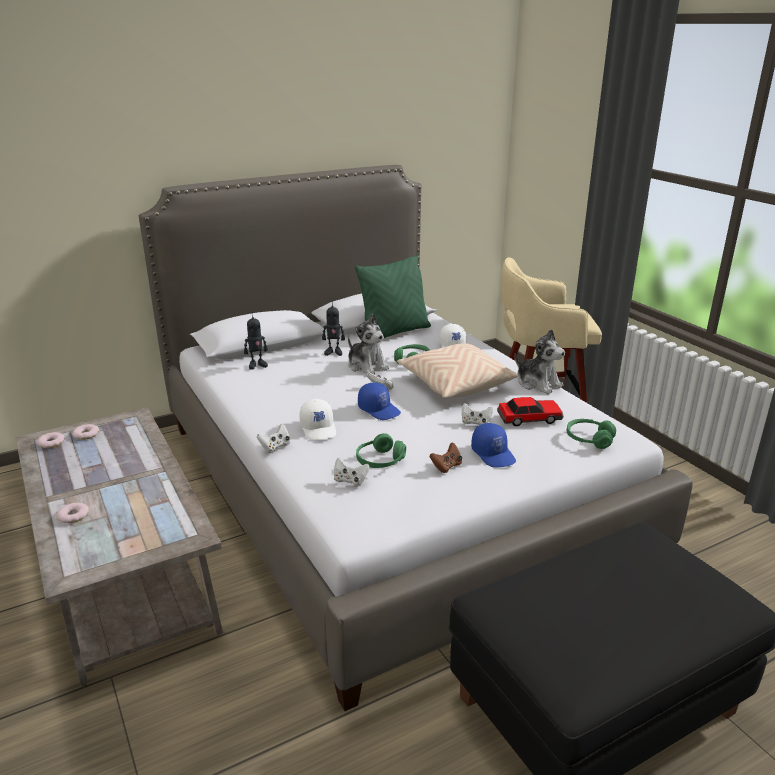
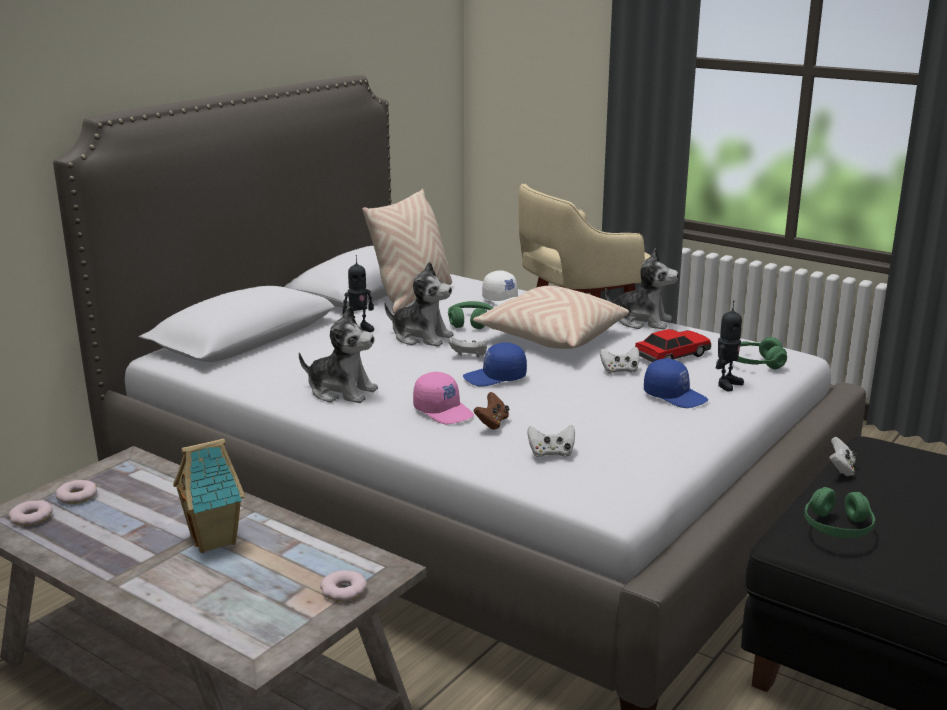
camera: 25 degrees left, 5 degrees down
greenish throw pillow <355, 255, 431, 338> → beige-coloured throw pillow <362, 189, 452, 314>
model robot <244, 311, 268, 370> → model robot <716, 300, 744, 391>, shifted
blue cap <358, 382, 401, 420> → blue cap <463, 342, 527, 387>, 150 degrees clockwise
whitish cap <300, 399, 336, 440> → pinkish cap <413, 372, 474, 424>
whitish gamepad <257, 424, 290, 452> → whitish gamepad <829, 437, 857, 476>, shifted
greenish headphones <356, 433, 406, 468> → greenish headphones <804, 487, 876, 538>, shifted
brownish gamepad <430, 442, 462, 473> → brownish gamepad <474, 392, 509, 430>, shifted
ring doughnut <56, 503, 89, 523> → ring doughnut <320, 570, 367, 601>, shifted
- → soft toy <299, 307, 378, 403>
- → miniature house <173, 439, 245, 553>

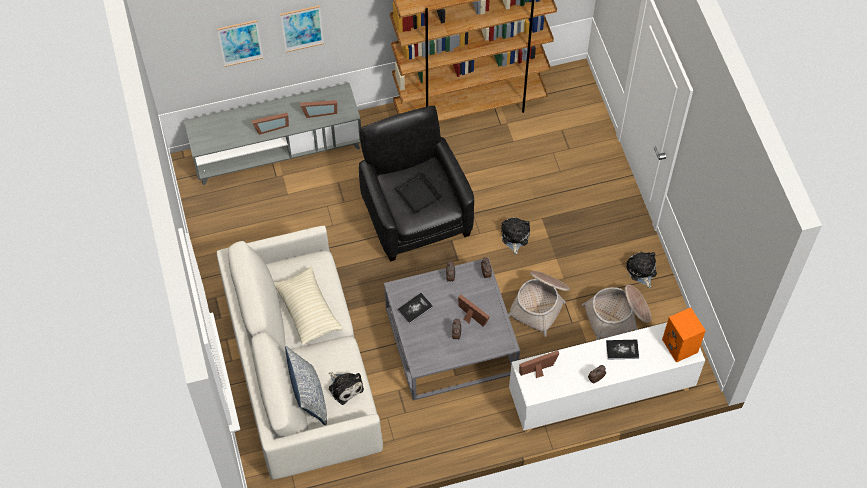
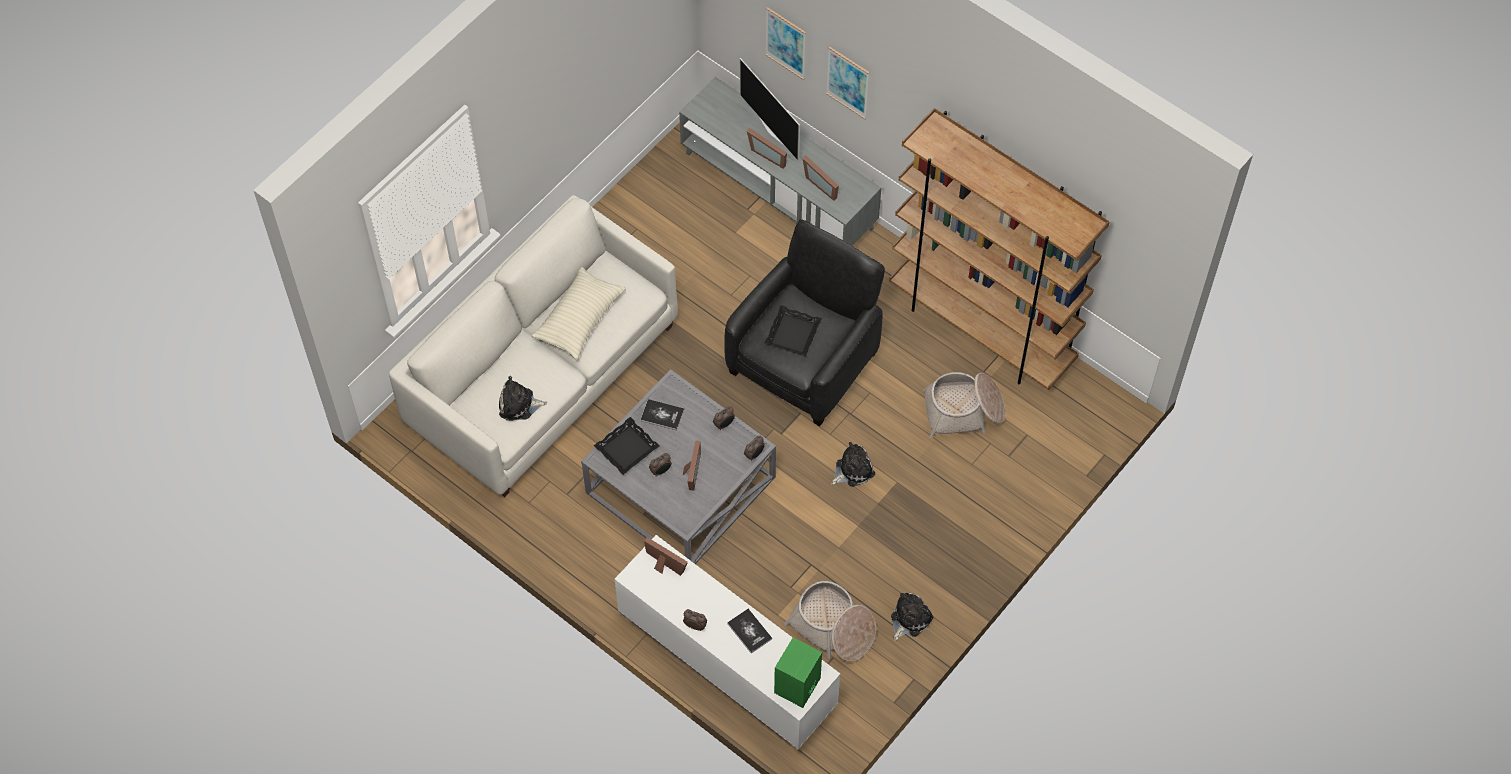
camera: 55 degrees right, 0 degrees up
household basket <508, 271, 570, 337> → household basket <923, 372, 1006, 438>, shifted
orange-coloured loudspeaker <662, 307, 706, 363> → greenish loudspeaker <774, 637, 822, 708>
throw pillow <285, 346, 327, 425> → -
soft toy <329, 372, 364, 405> → soft toy <499, 376, 547, 421>, 75 degrees clockwise
- → television <740, 58, 800, 161>
- → black-coloured serving tray <594, 417, 660, 475>

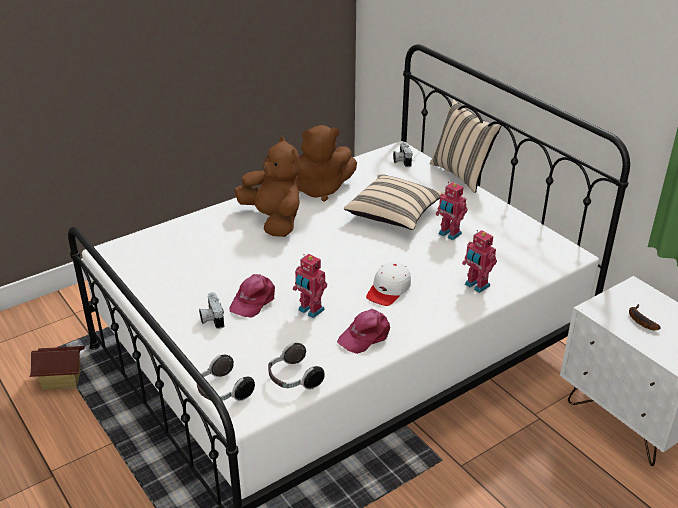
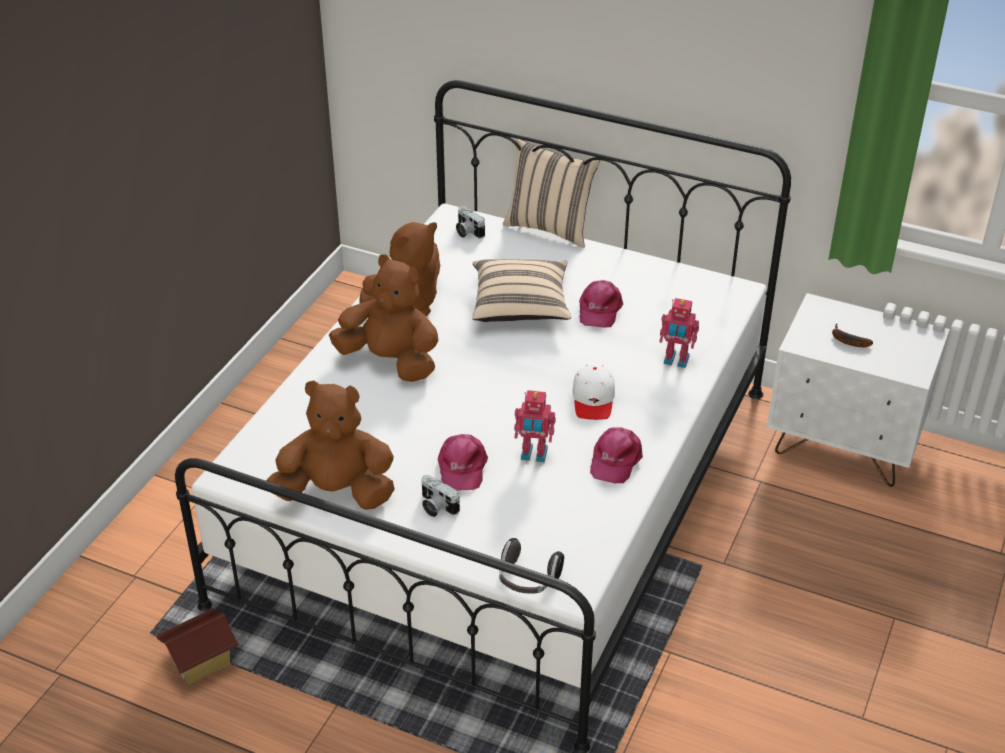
camera: 30 degrees left, 5 degrees up
model robot <436, 182, 468, 240> → pinkish cap <579, 280, 623, 328>
headphones <268, 343, 325, 390> → -
- → brownish soft toy <266, 380, 394, 510>

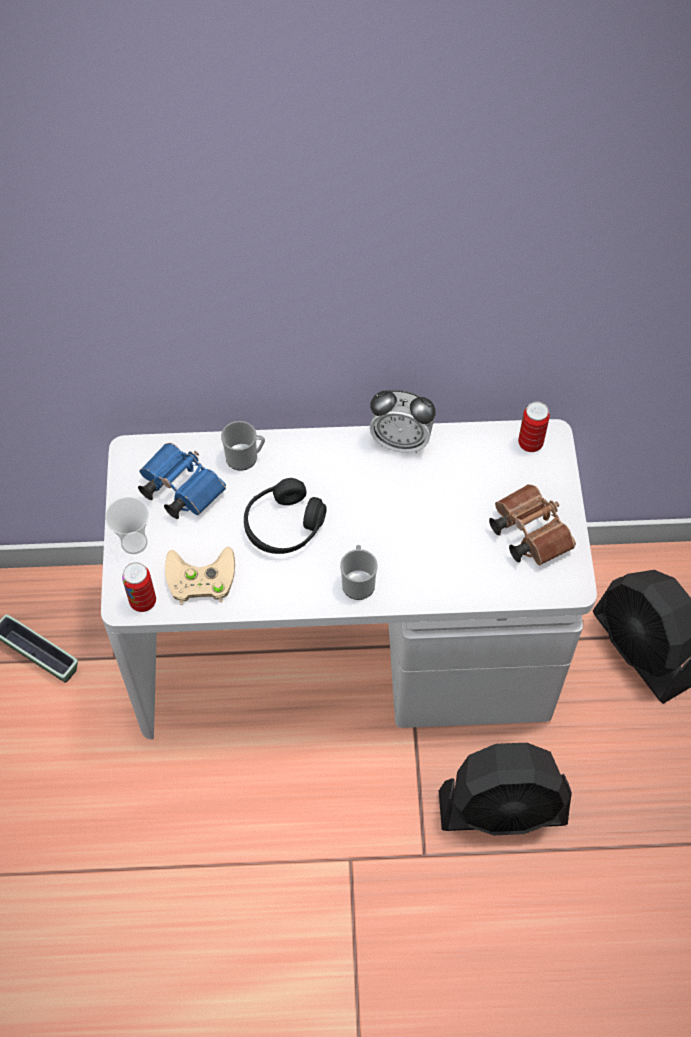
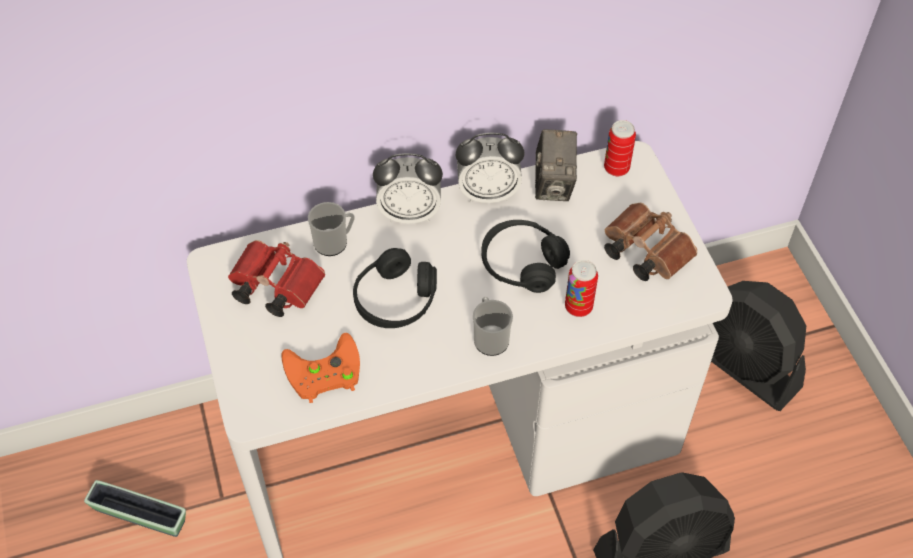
camera: 15 degrees left, 5 degrees down
blue binoculars <138, 443, 226, 519> → reddish binoculars <228, 240, 325, 317>
small cup <105, 497, 149, 554> → -
beige-coloured gamepad <165, 547, 235, 604> → orange-coloured gamepad <281, 333, 360, 403>
sealed can <122, 562, 156, 612> → sealed can <565, 260, 598, 317>, shifted
- → photo camera <535, 129, 577, 201>
- → table clock <373, 153, 443, 224>
- → black-coloured headphones <481, 220, 570, 293>

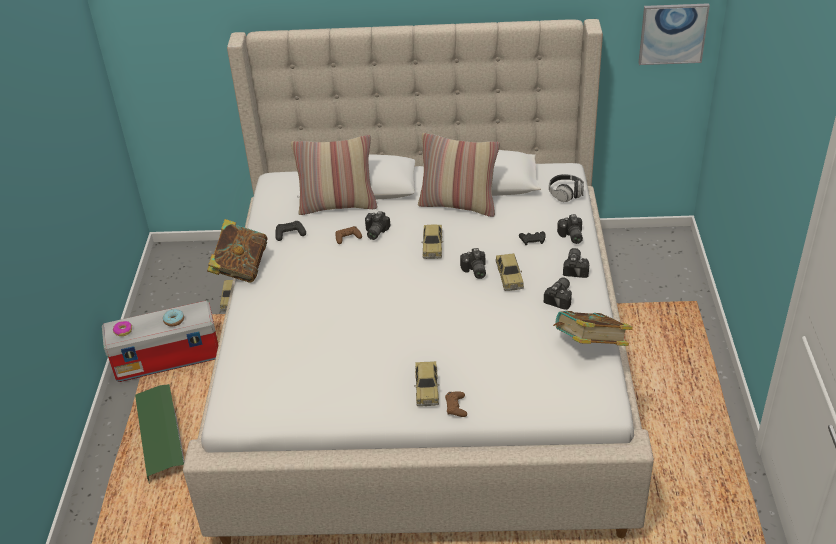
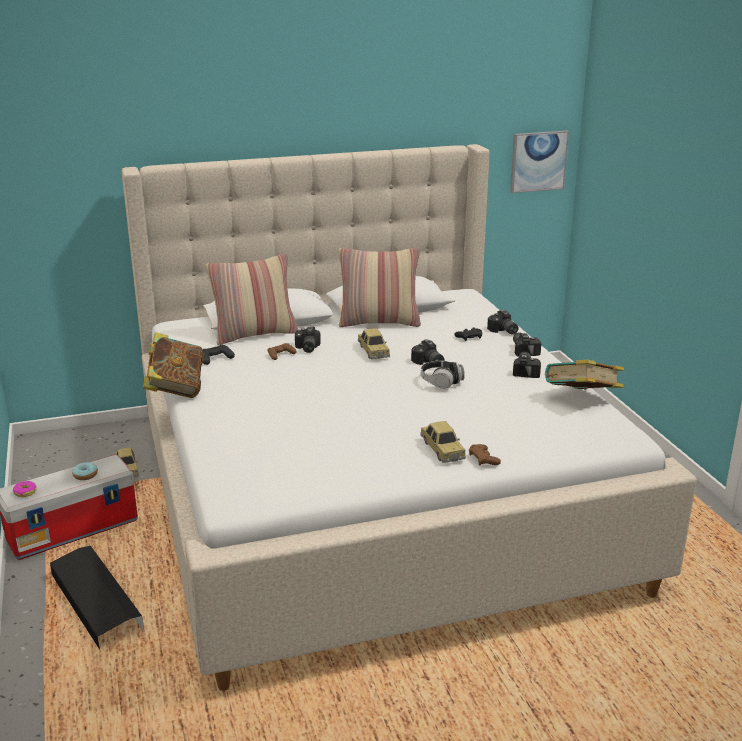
camera: 20 degrees left, 15 degrees down
headphones <549, 174, 584, 202> → headphones <421, 361, 465, 389>, shifted
toy car <495, 253, 524, 291> → -
greenish storage container <135, 384, 185, 484> → black-coloured storage container <50, 546, 144, 650>

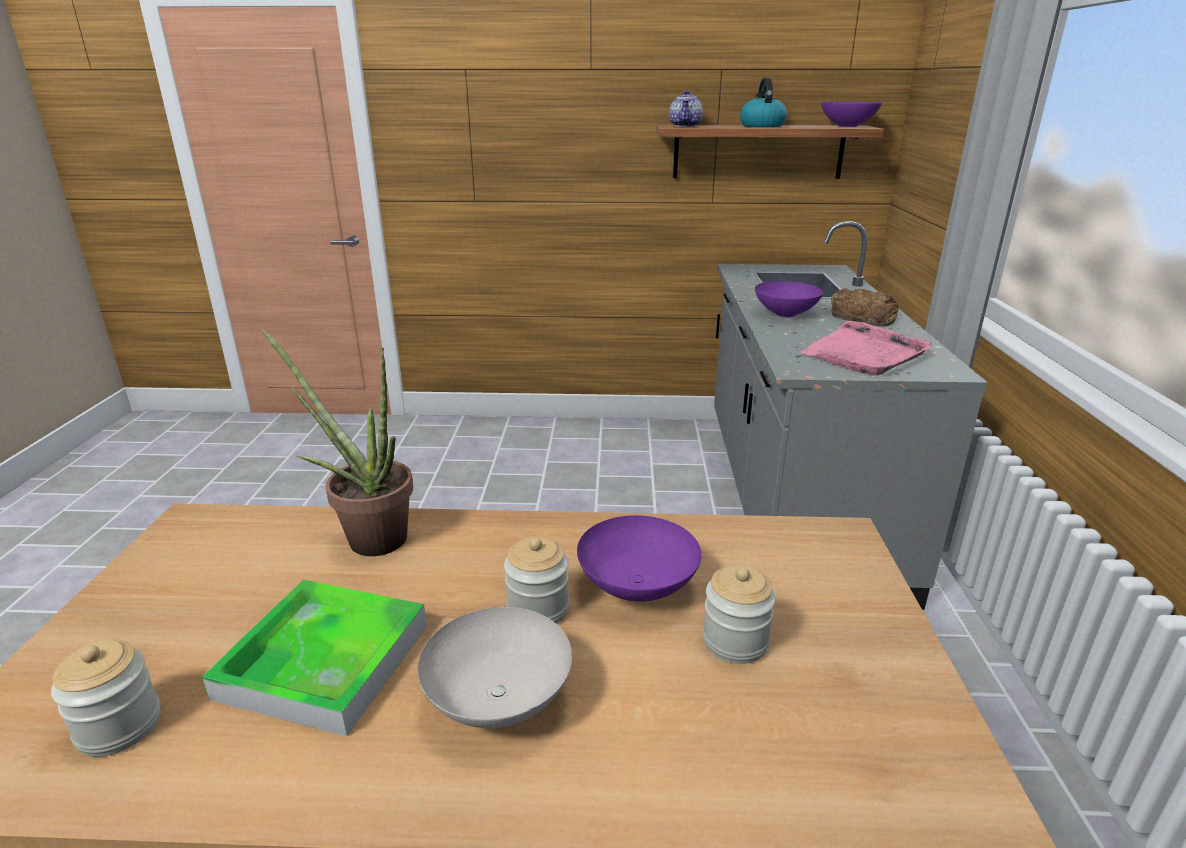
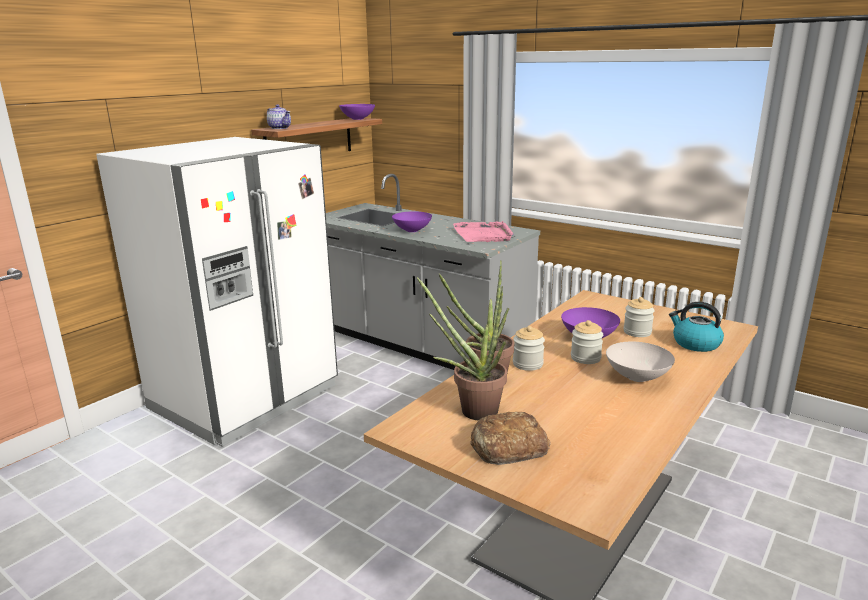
camera: 55 degrees left, 5 degrees down
kettle <740, 78, 787, 127> → kettle <669, 302, 724, 352>, shifted
bread <831, 288, 899, 327> → bread <470, 412, 550, 465>, shifted
serving tray <202, 580, 427, 736> → -
preserve jar <51, 640, 161, 757> → preserve jar <513, 326, 545, 371>, shifted
- → whitish kitchen fridge <96, 137, 338, 447>
- → plant in a pot <417, 277, 507, 421>

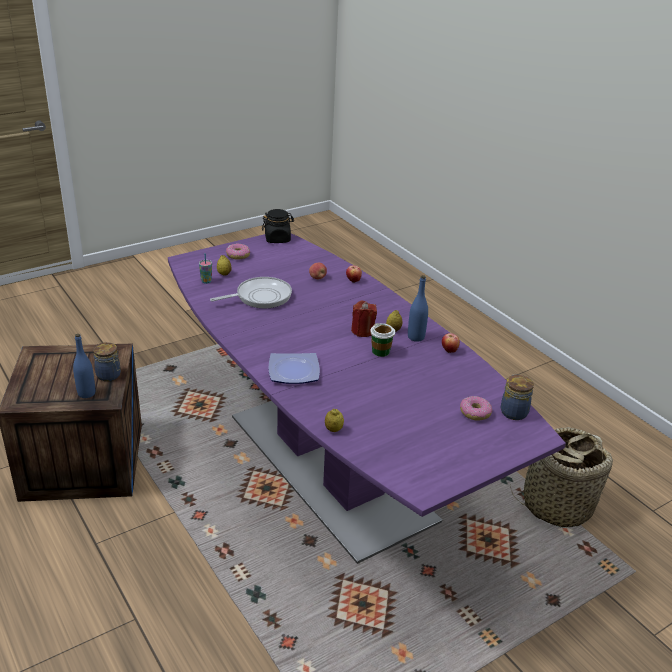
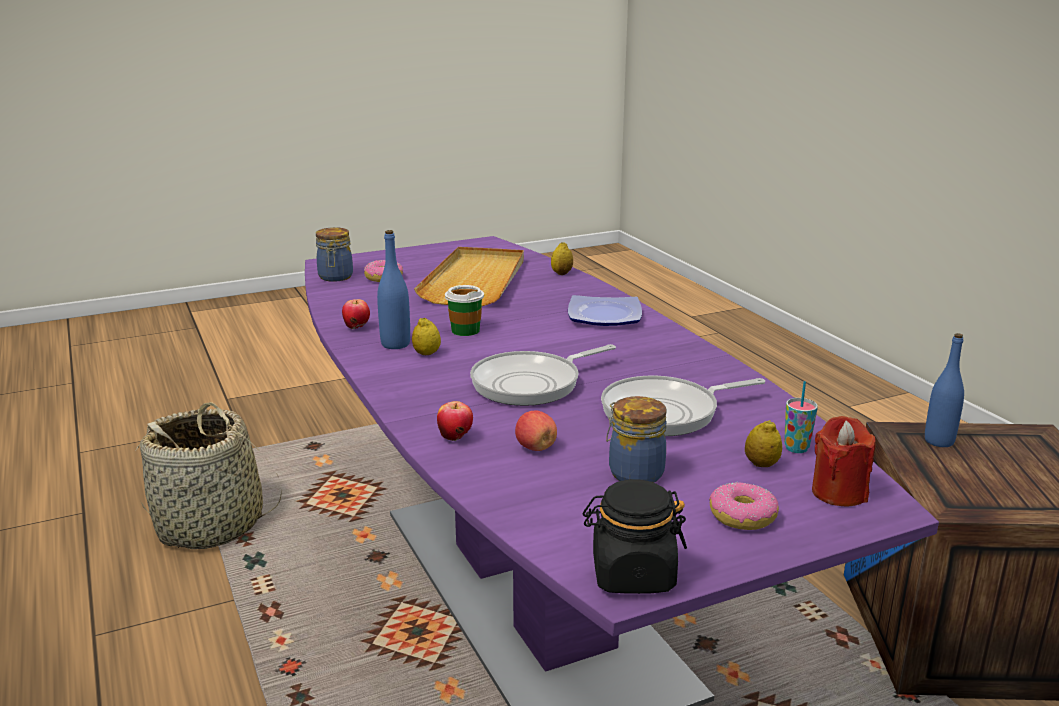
camera: 170 degrees left, 10 degrees down
reddish wax light <351, 301, 377, 337> → reddish wax light <812, 416, 876, 506>, shifted
preserve jar <93, 342, 121, 381> → preserve jar <606, 396, 667, 483>, shifted
- → beige-coloured serving tray <414, 247, 524, 306>
- → frying pan <470, 344, 616, 406>

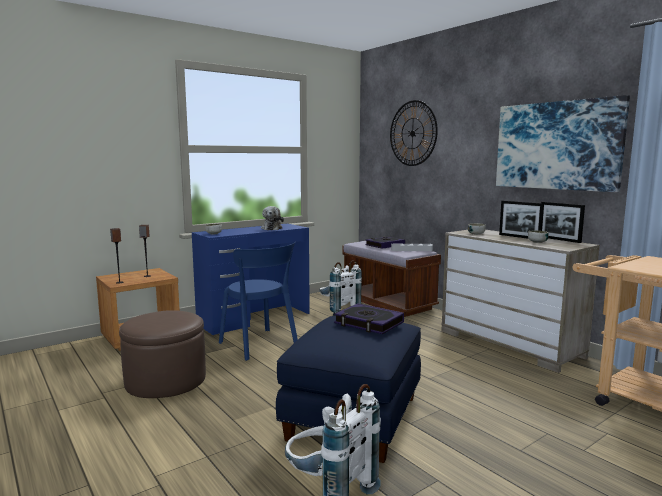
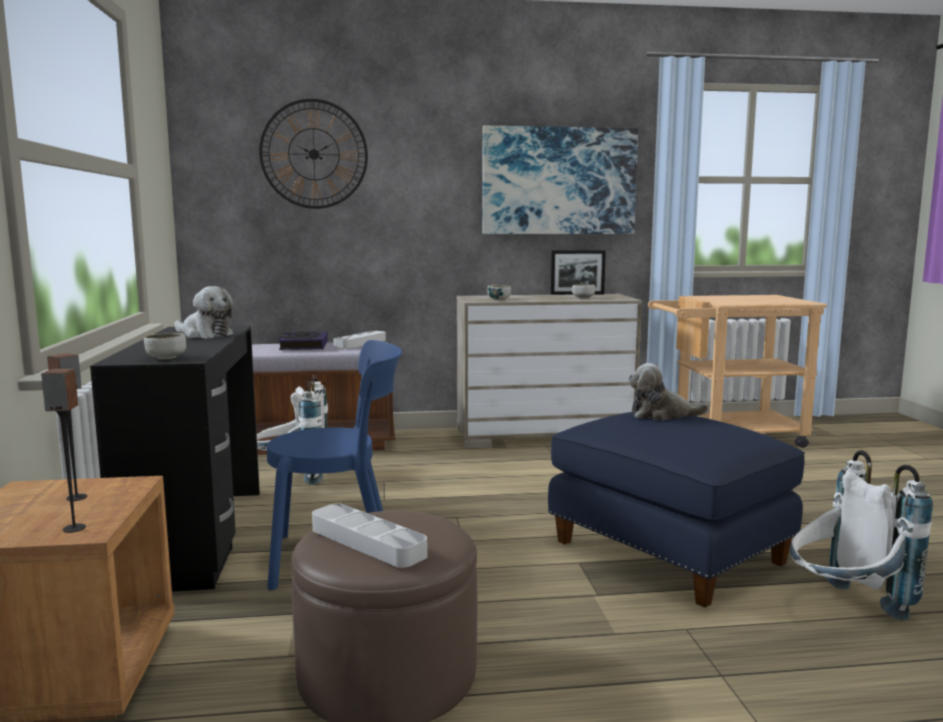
camera: 60 degrees left, 0 degrees up
picture frame <499, 201, 544, 239> → -
blue desk table <192, 224, 310, 335> → black-coloured desk table <90, 325, 260, 592>
bound book <334, 303, 404, 334> → soft toy <628, 363, 709, 420>
- → greyish serving tray <312, 504, 427, 568>

